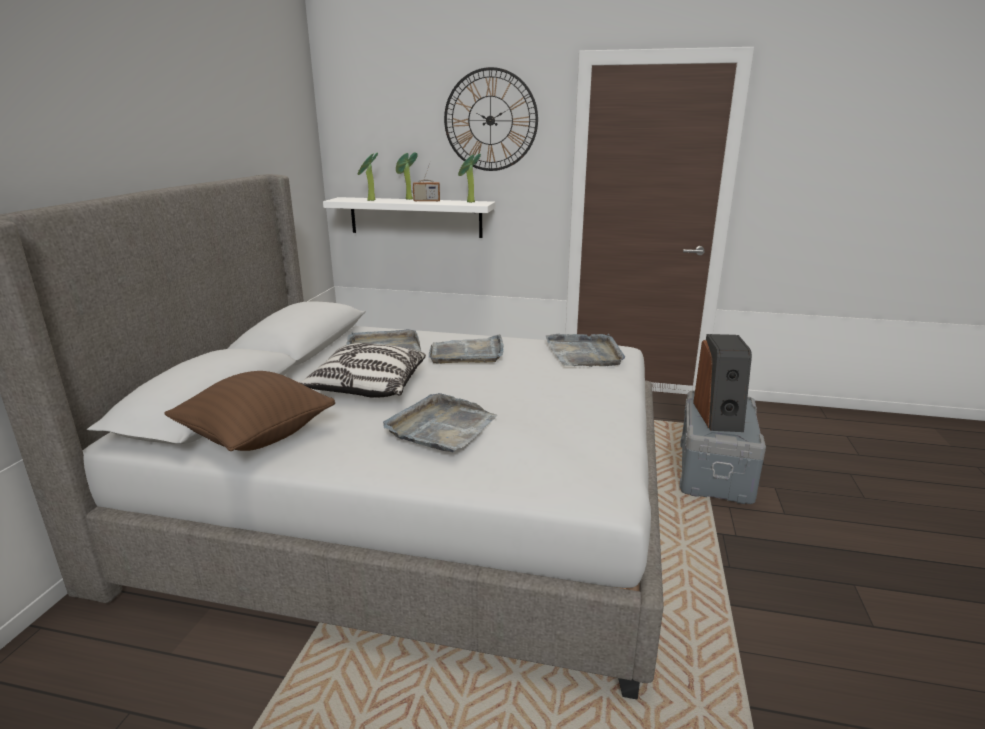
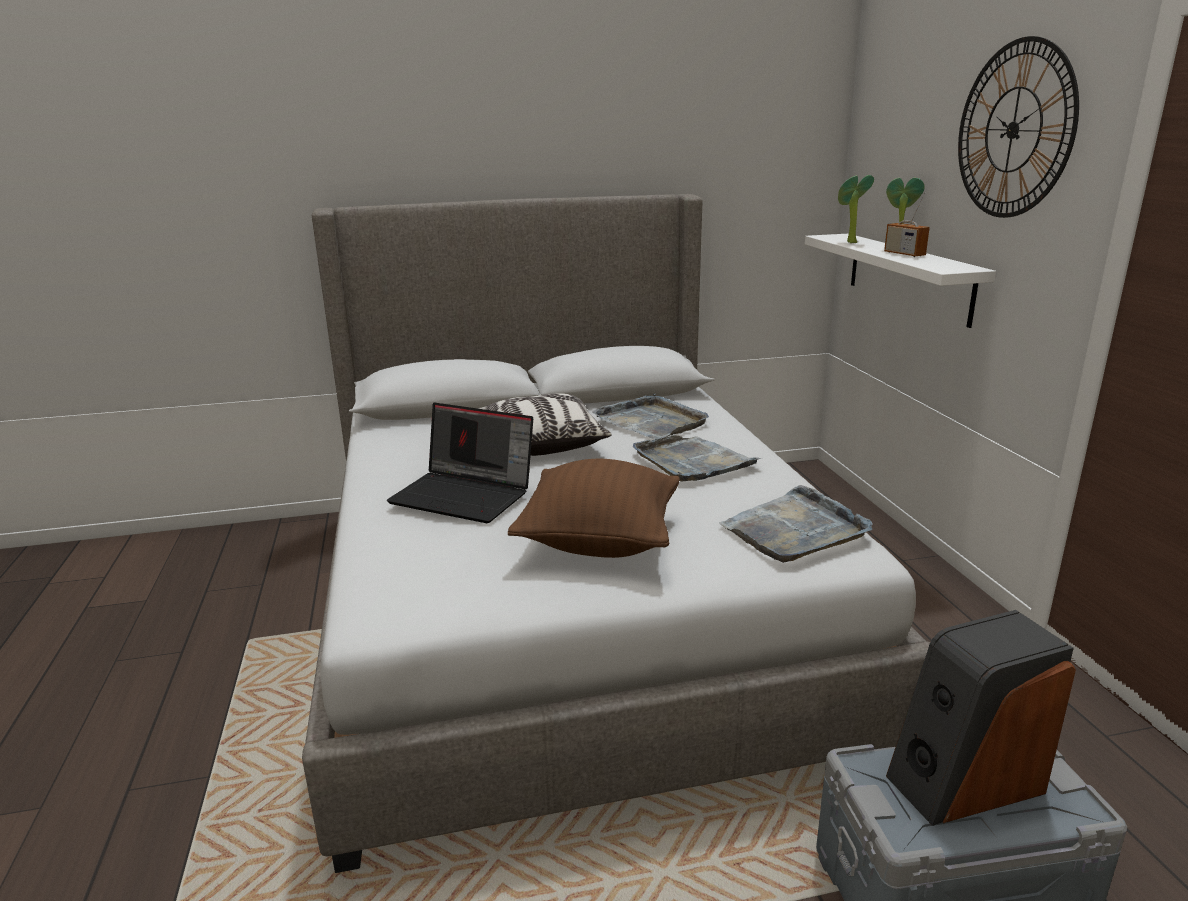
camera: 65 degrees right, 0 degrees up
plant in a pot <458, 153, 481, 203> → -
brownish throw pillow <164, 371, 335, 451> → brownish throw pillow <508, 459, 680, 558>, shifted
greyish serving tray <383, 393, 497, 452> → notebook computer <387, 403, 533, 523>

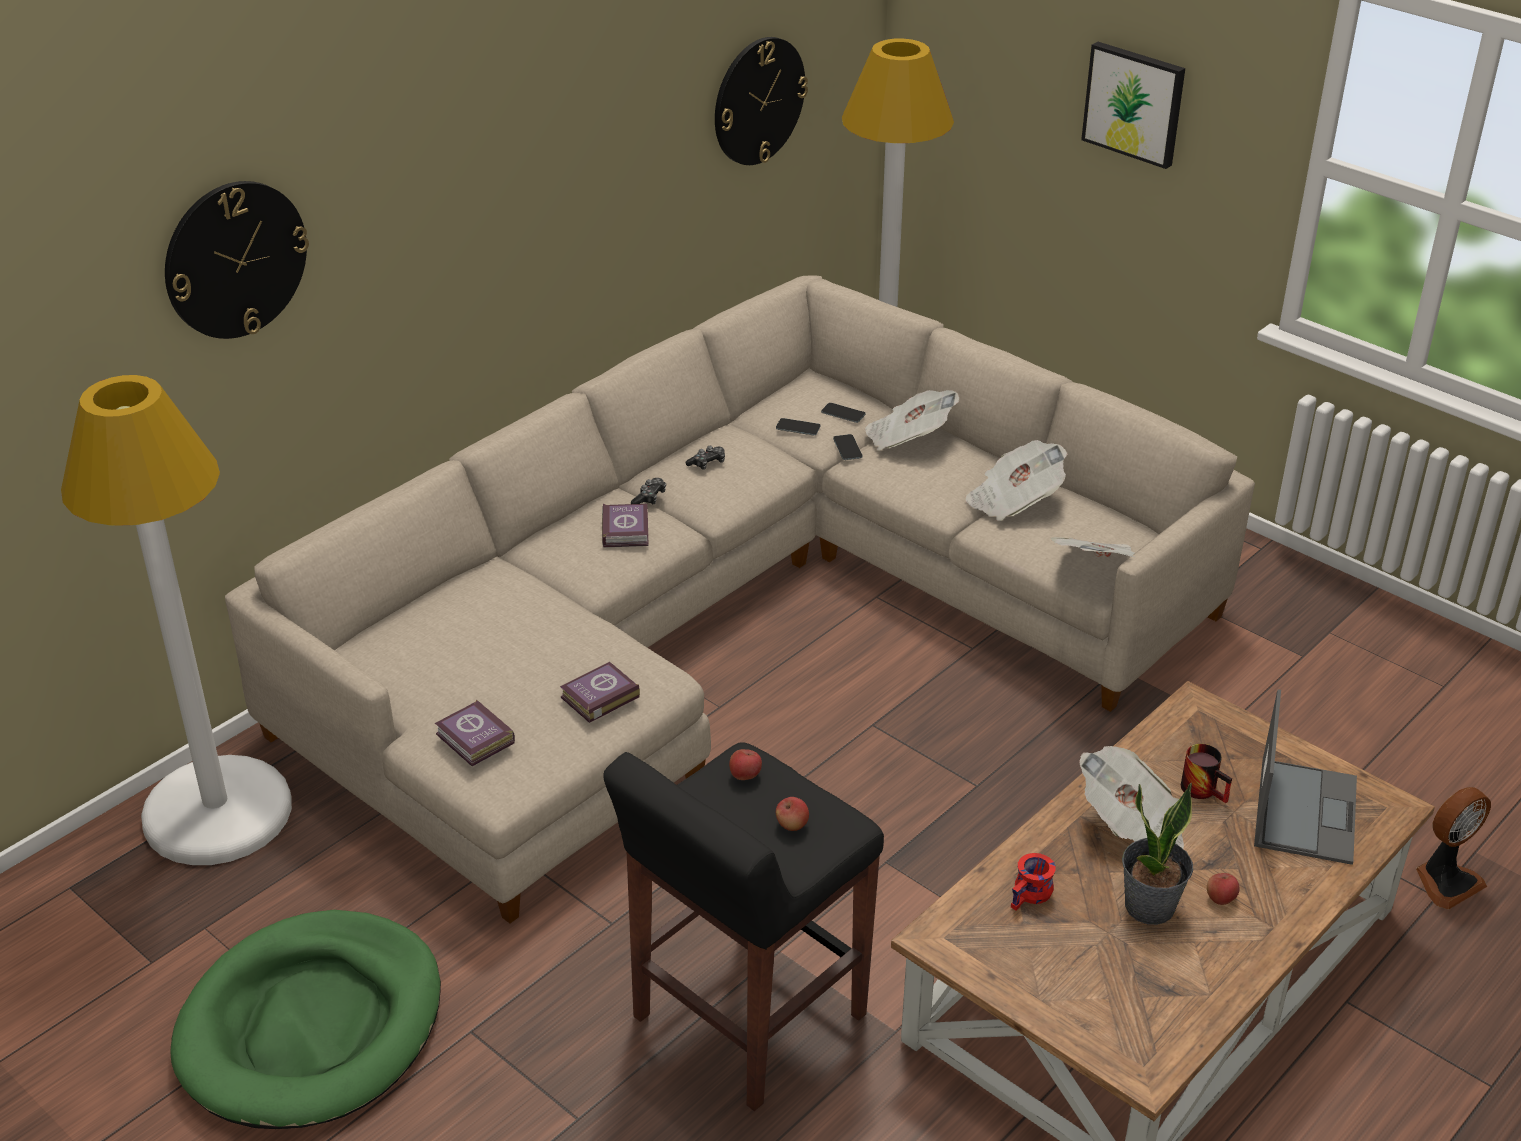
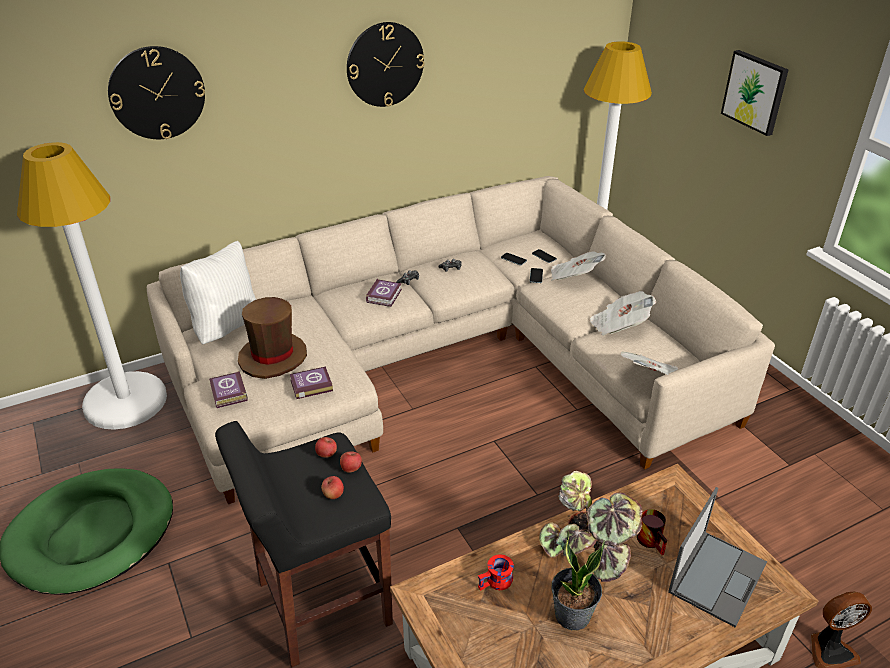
camera: 20 degrees right, 0 degrees up
hanging clock <715, 37, 808, 165> → hanging clock <347, 22, 425, 107>, shifted
printed paper <1079, 746, 1184, 848> → plant in a pot <539, 471, 643, 582>
whole apple <1207, 873, 1240, 905> → whole apple <340, 451, 362, 473>, shifted
- → whitish throw pillow <180, 241, 256, 344>
- → brownish clothing hat <238, 297, 307, 379>

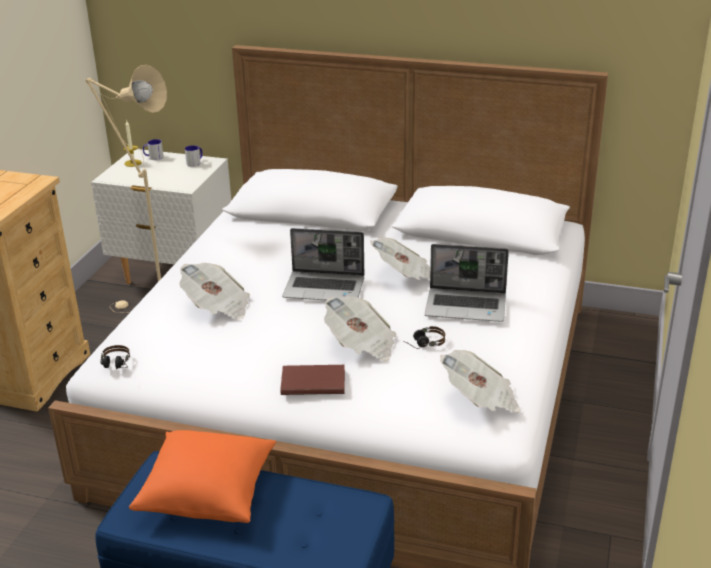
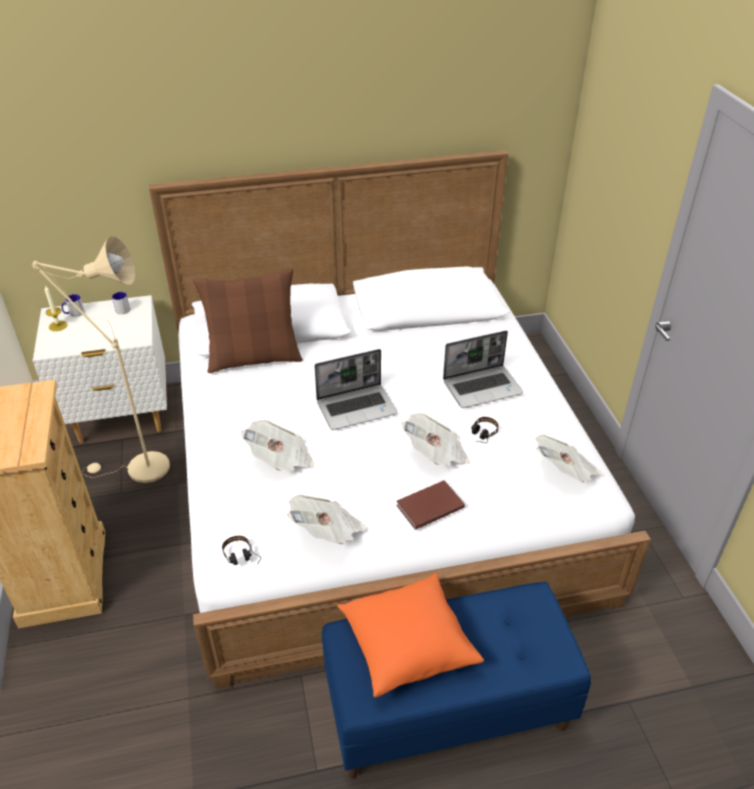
camera: 30 degrees left, 10 degrees up
printed paper <370, 238, 430, 280> → printed paper <287, 495, 366, 544>, shifted
- → brownish throw pillow <193, 268, 303, 373>

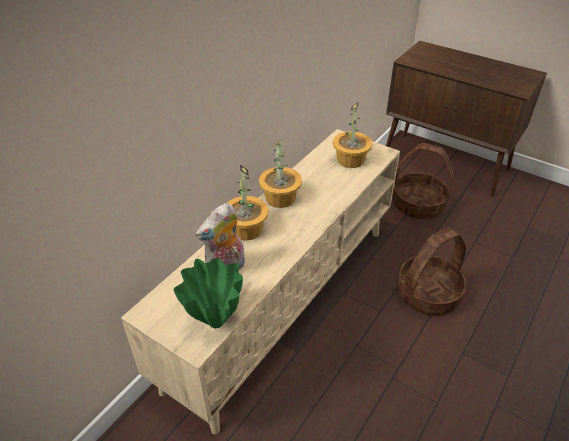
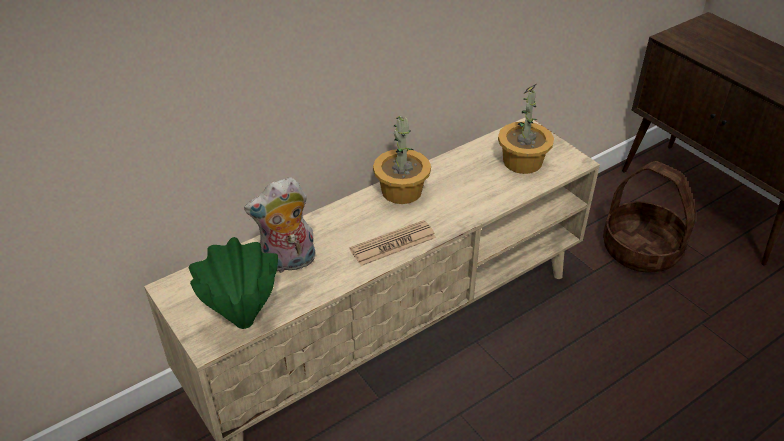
camera: 20 degrees right, 0 degrees up
plant in a pot <227, 165, 268, 241> → -
household basket <397, 227, 466, 316> → -
- → printed paper <349, 220, 436, 266>

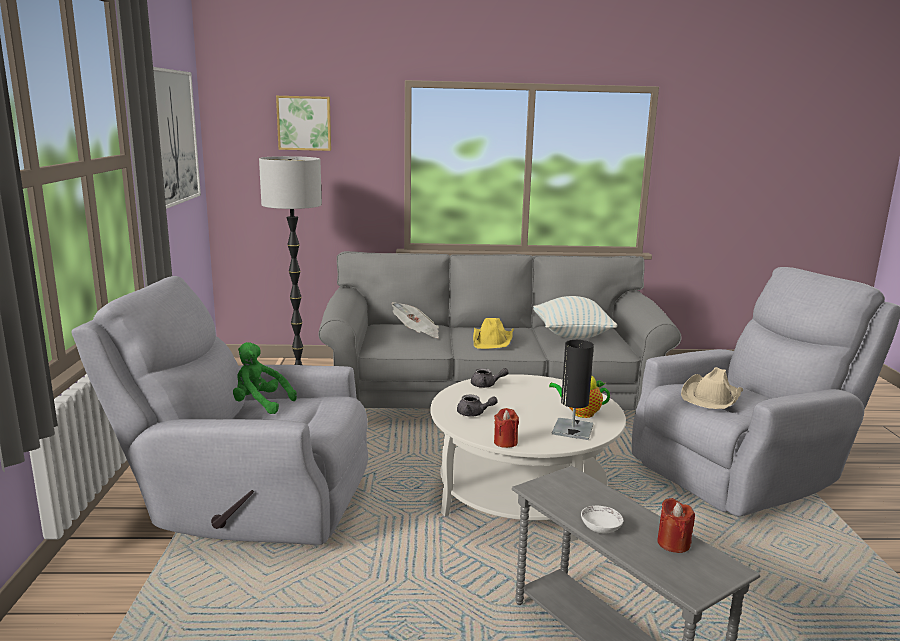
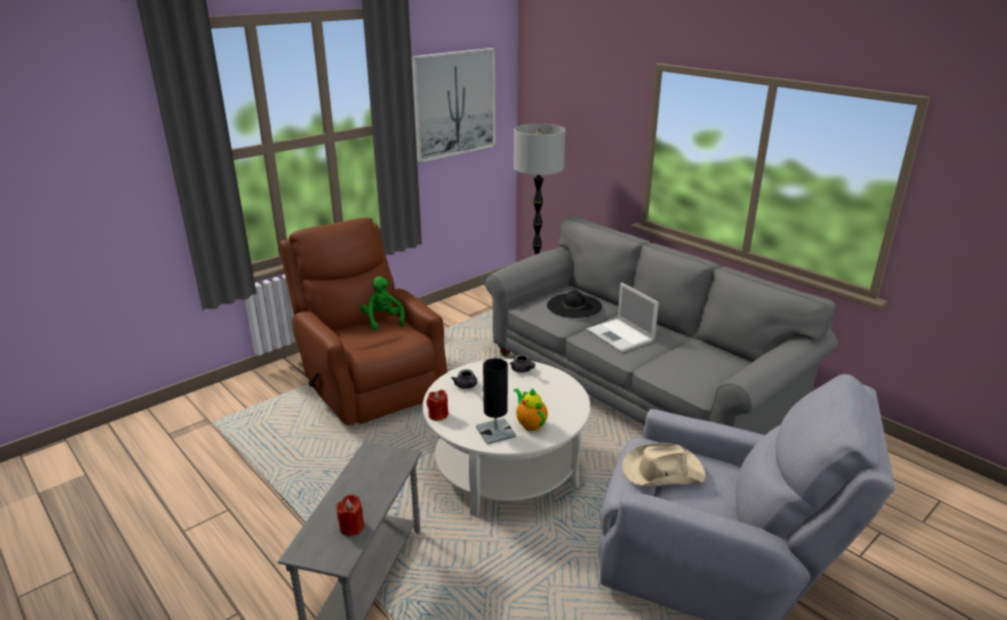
camera: 50 degrees right, 10 degrees up
picture <276, 96, 331, 151> → -
greyish easy chair <71, 276, 368, 545> → brownish easy chair <279, 218, 447, 425>
throw pillow <533, 296, 617, 339> → -
printed paper <391, 302, 439, 338> → black-coloured clothing hat <547, 290, 602, 318>
yellow clothing hat <473, 318, 514, 349> → notebook computer <587, 283, 659, 353>
whitish deep dish <581, 506, 623, 534> → -

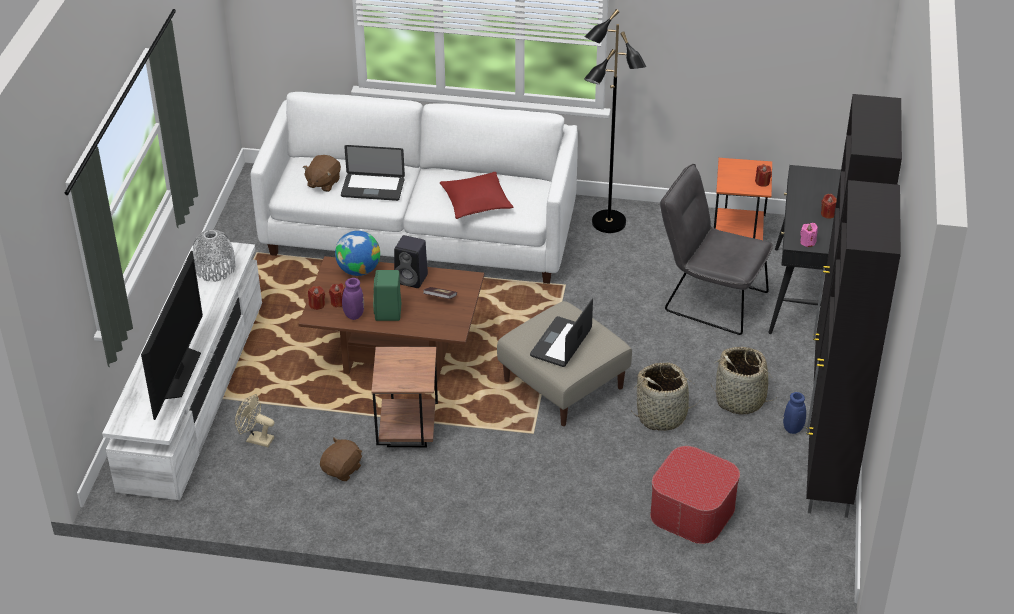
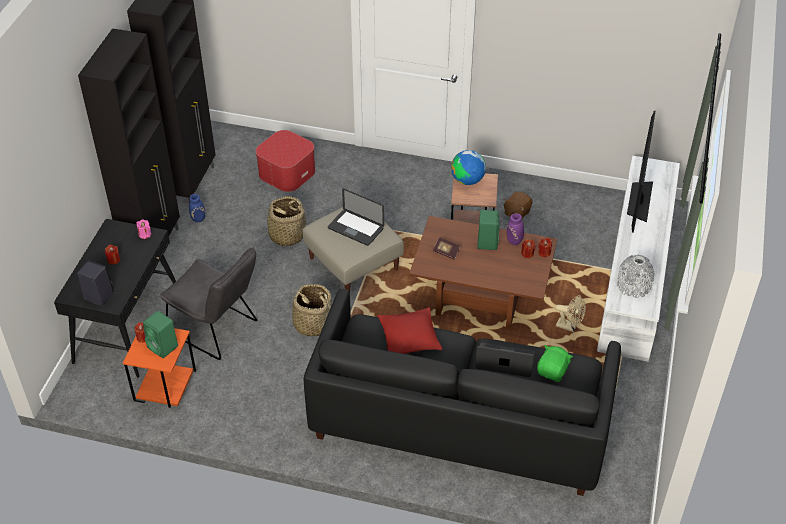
camera: 175 degrees left, 5 degrees up
black-coloured standing lamp <584, 9, 646, 233> → -
whitish settee <251, 92, 578, 284> → black-coloured settee <304, 289, 621, 496>
brownish soft toy <303, 155, 341, 192> → greenish soft toy <537, 345, 573, 382>
globe <335, 231, 380, 276> → globe <451, 150, 486, 185>, shifted
black-coloured loudspeaker <394, 235, 428, 288> → black-coloured loudspeaker <77, 260, 114, 306>, shifted
notebook computer <530, 298, 593, 367> → notebook computer <328, 188, 384, 246>, 90 degrees clockwise
household basket <711, 347, 778, 415> → household basket <287, 284, 332, 337>, shifted
beige-coloured electric fan <235, 394, 275, 447> → beige-coloured electric fan <555, 295, 586, 332>, shifted
- → greenish loudspeaker <143, 311, 178, 358>

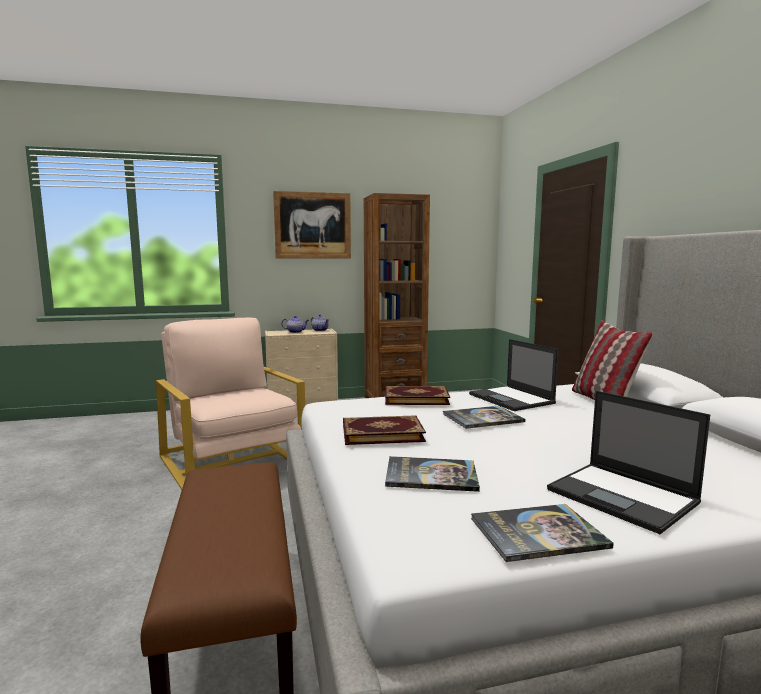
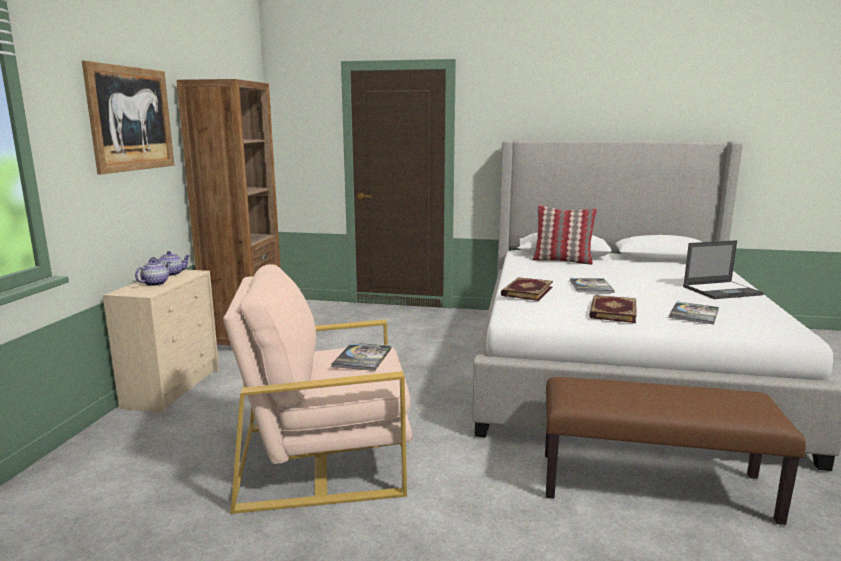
camera: 65 degrees left, 5 degrees up
notebook computer <469, 339, 559, 411> → -
bound book <471, 504, 614, 562> → bound book <332, 343, 391, 371>, shifted

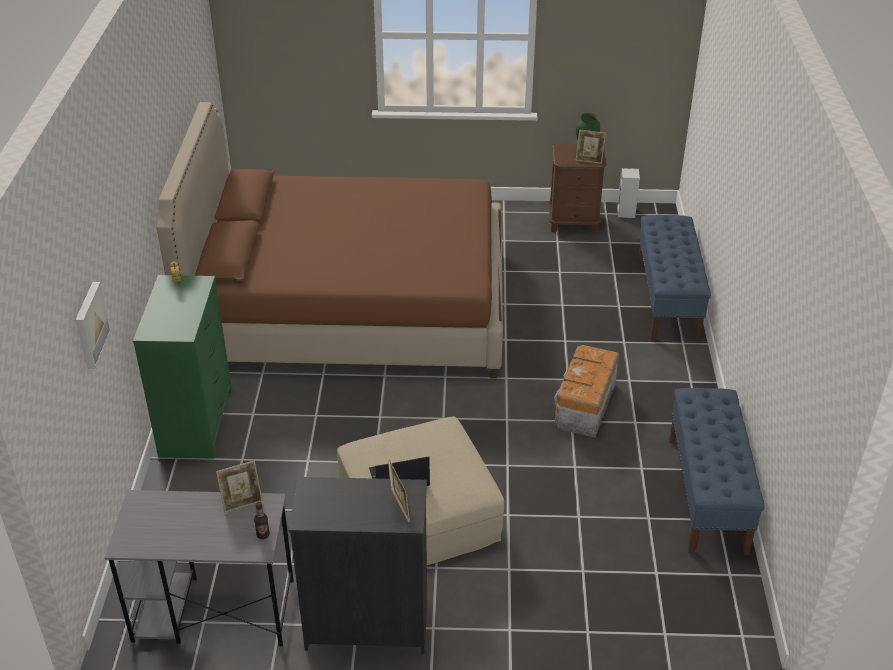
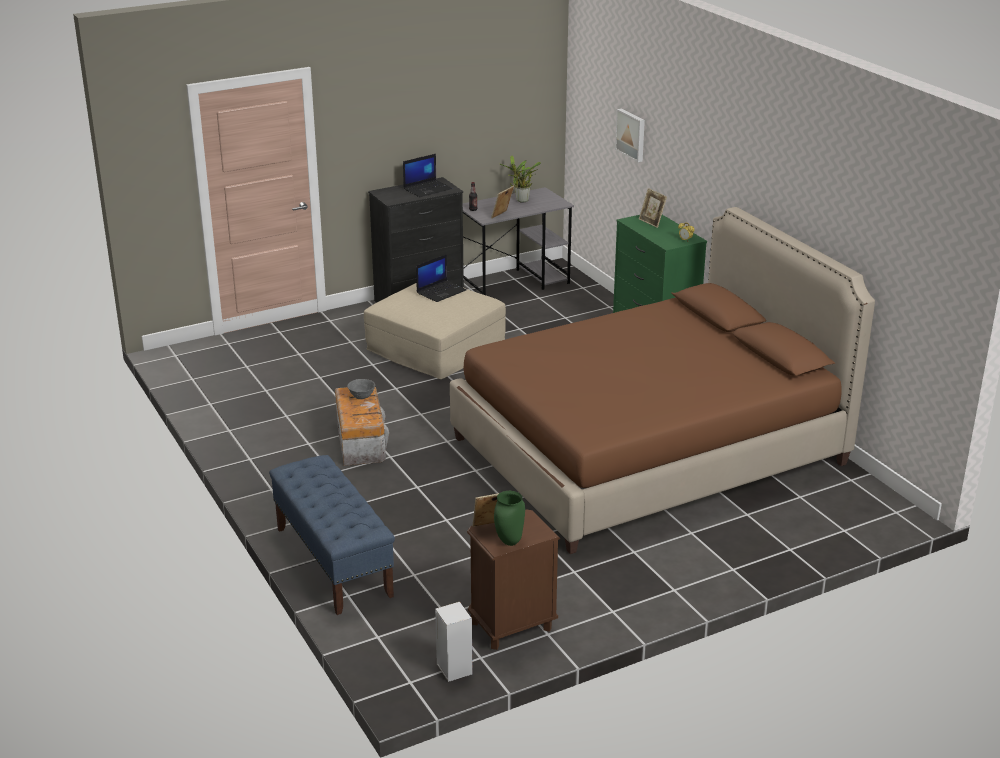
camera: 150 degrees right, 10 degrees down
blue long seat <669, 388, 765, 555> → -
picture frame <388, 460, 410, 522> → picture frame <639, 188, 667, 228>, shifted
- → notebook computer <403, 154, 452, 197>
- → plant in a pot <500, 155, 541, 203>
- → greyish deep dish <347, 379, 375, 399>

